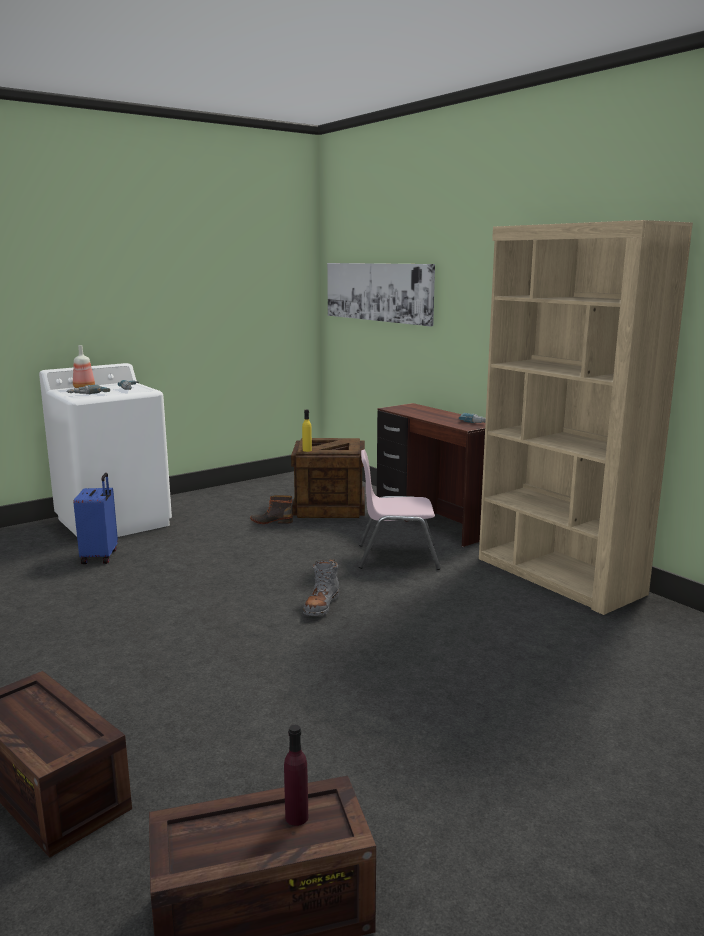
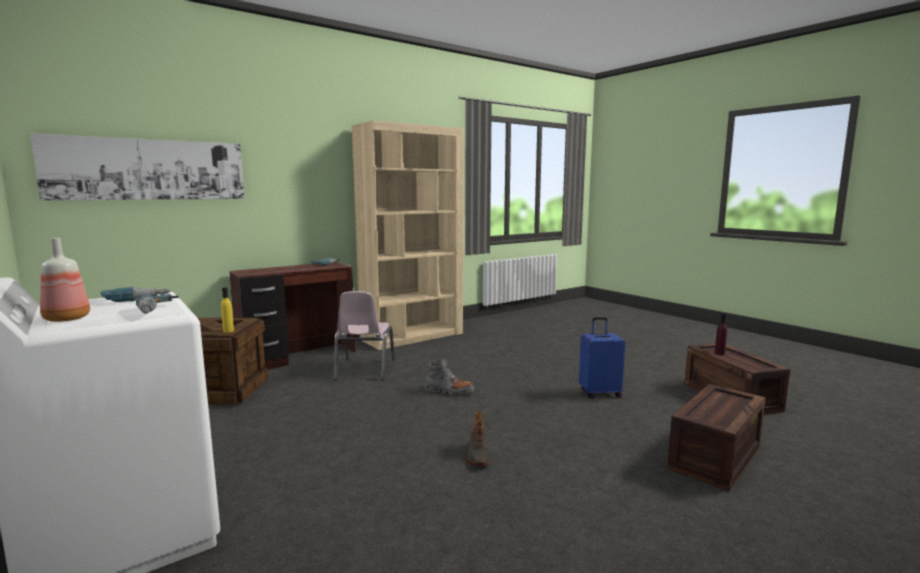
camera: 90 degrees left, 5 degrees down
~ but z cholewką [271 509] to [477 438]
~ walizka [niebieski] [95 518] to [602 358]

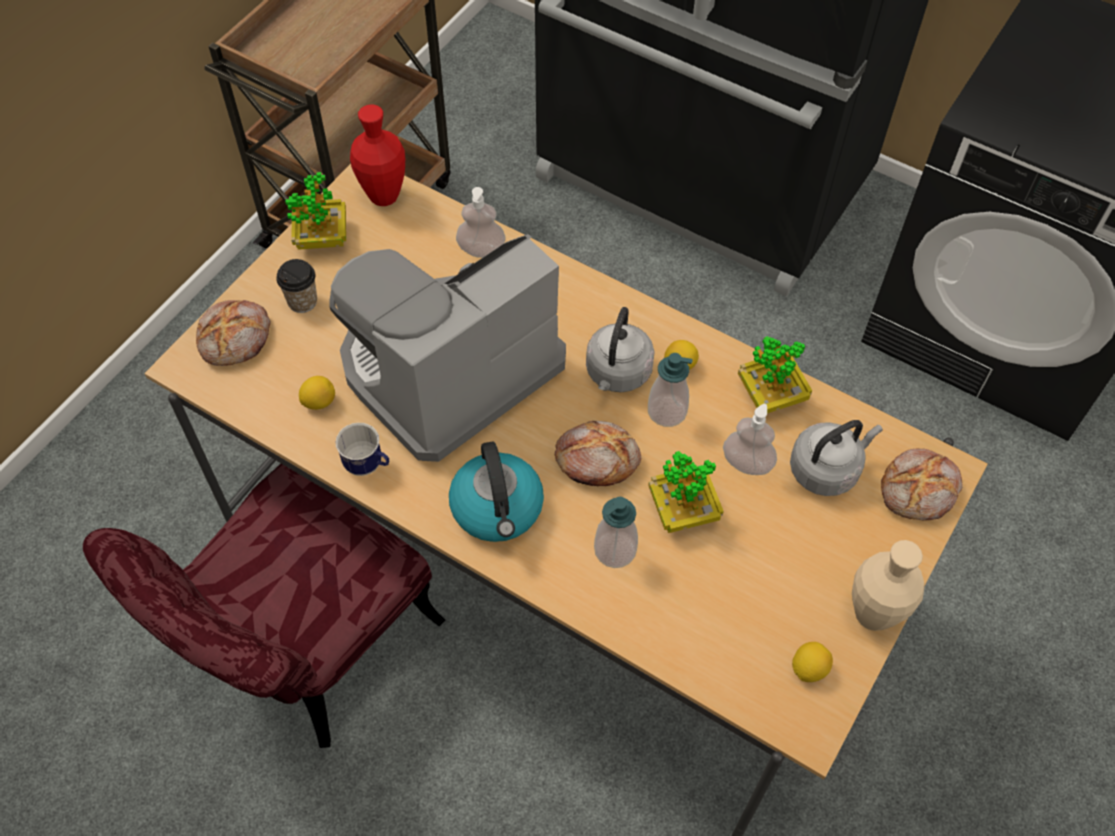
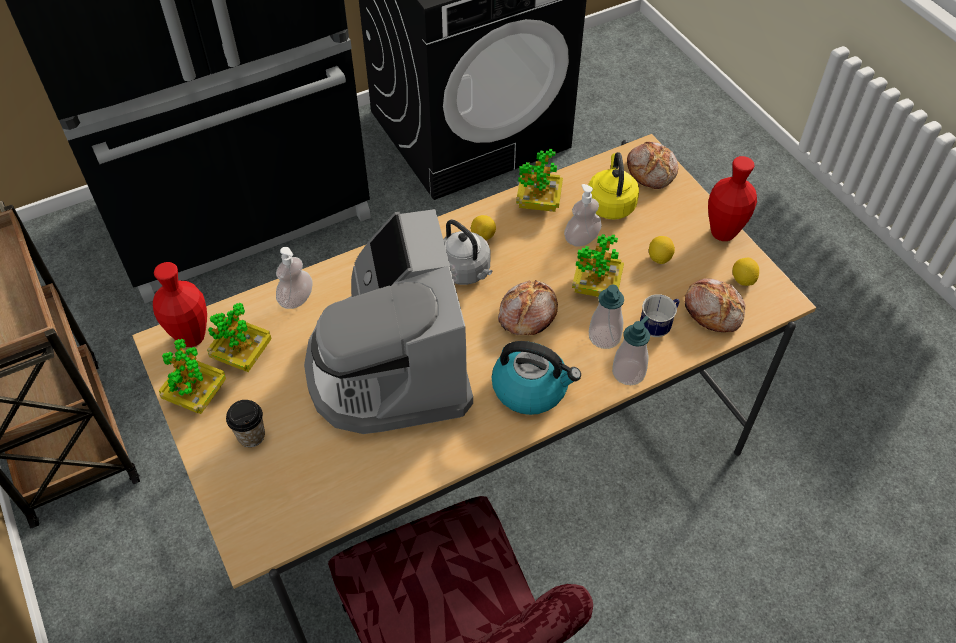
camera: 60 degrees left, 5 degrees down
+ roślina doniczkowa [239 337]
~ czajnik [szary] [836 458] to czajnik [żółty] [613 185]
~ dozownik mydła [670 390] to [631 350]
~ kubek [362 449] to [660 315]
~ cytryna [317 393] to [662 250]
~ chleb [233 333] to [714 305]
~ wazon [beżowy] [888 585] to wazon [czerwony] [732 198]

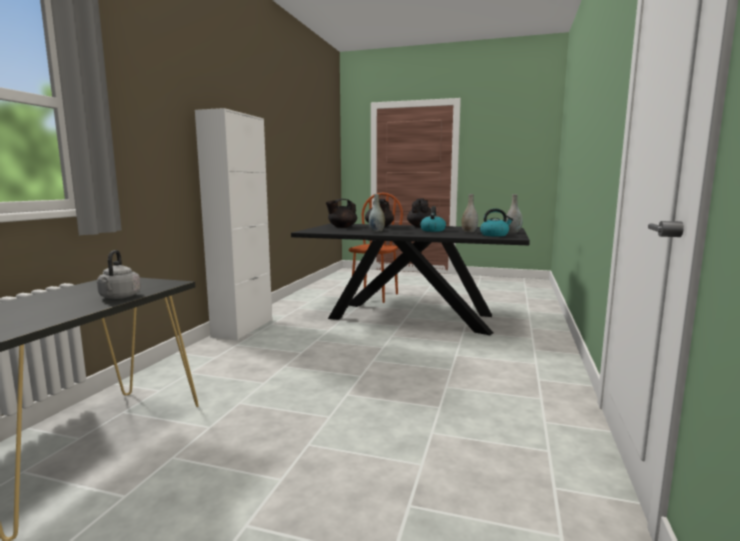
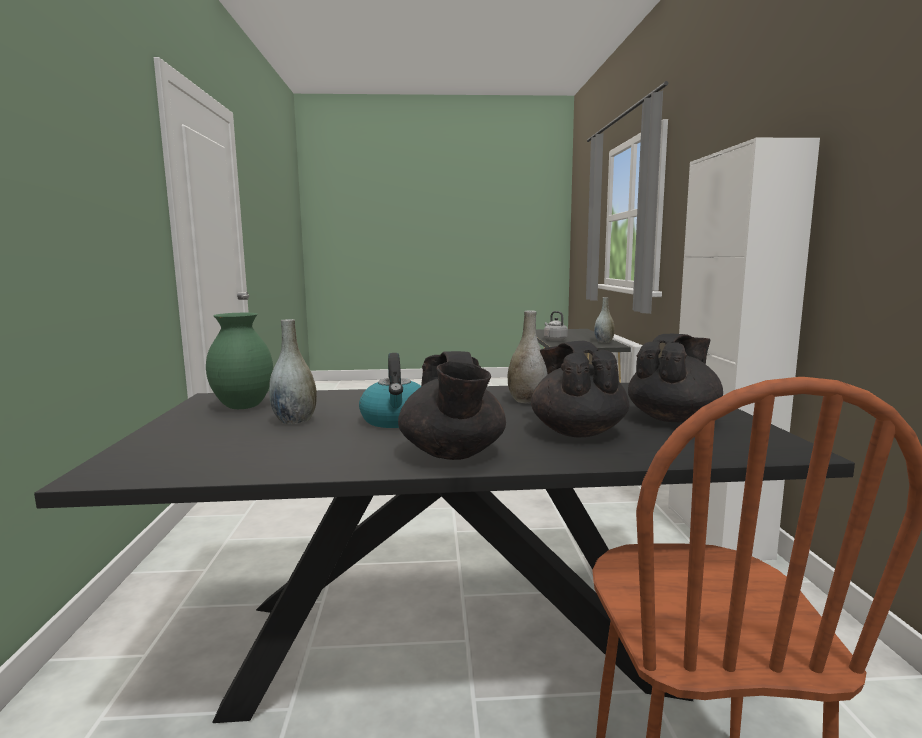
camera: 160 degrees right, 0 degrees up
~ czajnik [496 222] to wazon [zielony] [239 361]
~ wazon [szary] [514 213] to [604 320]

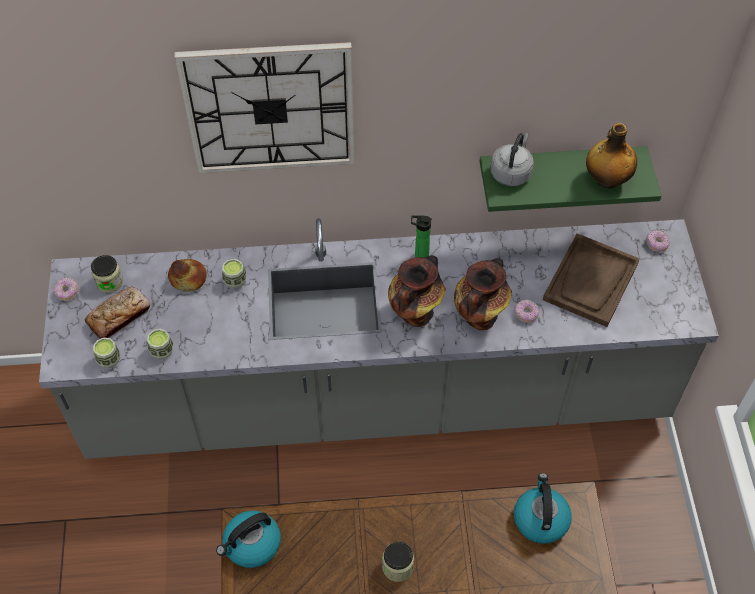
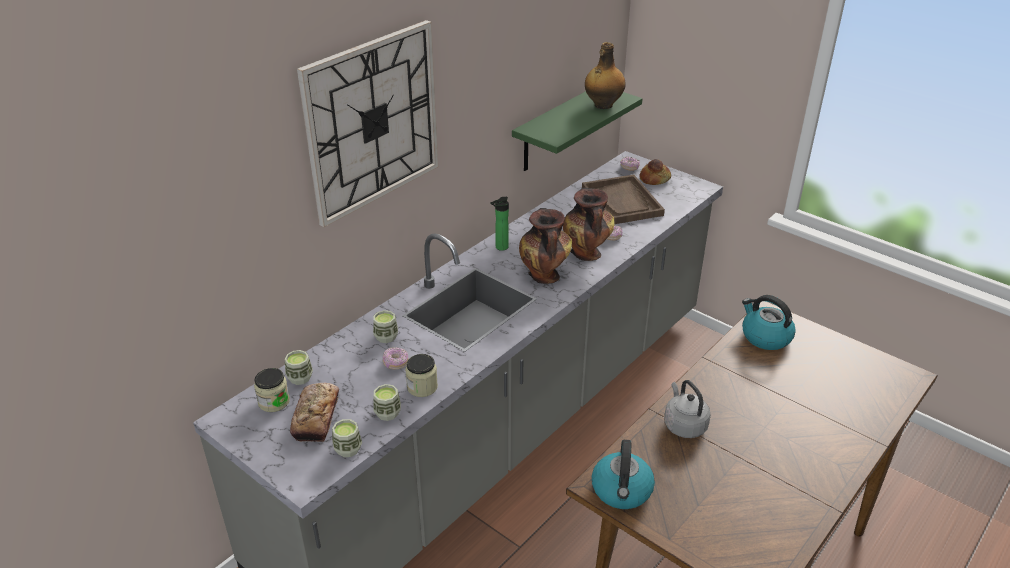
camera: 45 degrees left, 20 degrees down
+ filiżanka [299 367]
~ donut [66 289] to [396 358]
~ słoik [398 562] to [421 375]
~ chleb [187 275] to [655 172]
~ czajnik [szary] [512 159] to [687 409]

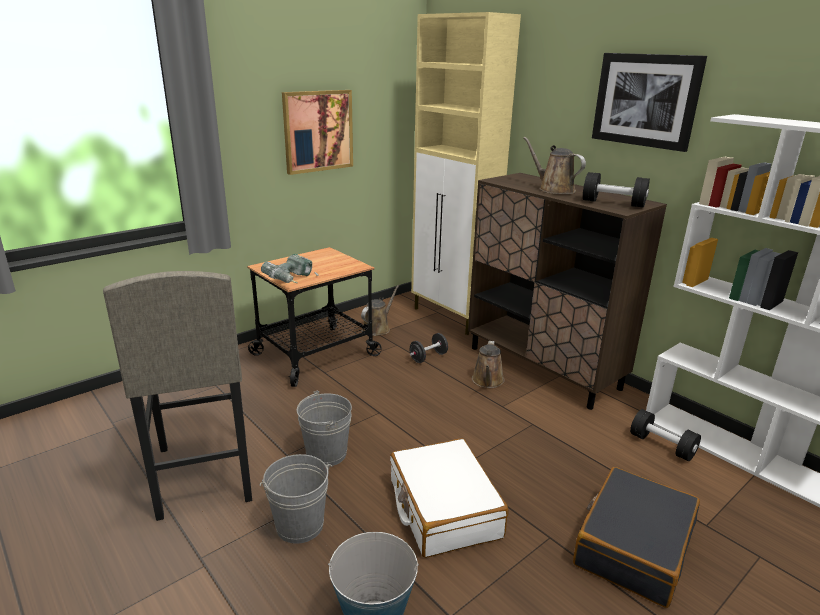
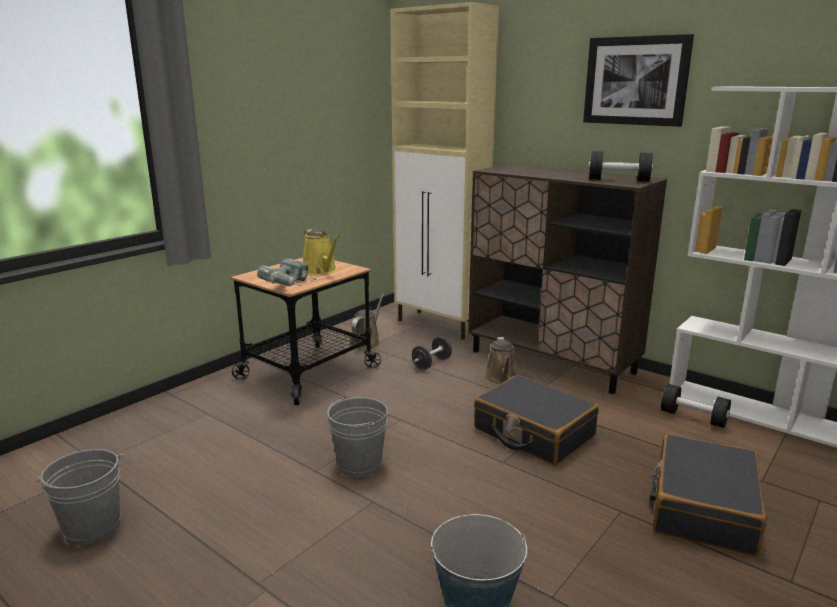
camera: 10 degrees left, 5 degrees down
~ wiadro [szary] [296 499] to [79 497]
+ konewka [żółty] [321 252]
+ walizka [czarny] [536 420]
- stołek [szary] [177 396]
- obraz [317 132]
- walizka [biały] [449 498]
- konewka [brązowy] [554 165]

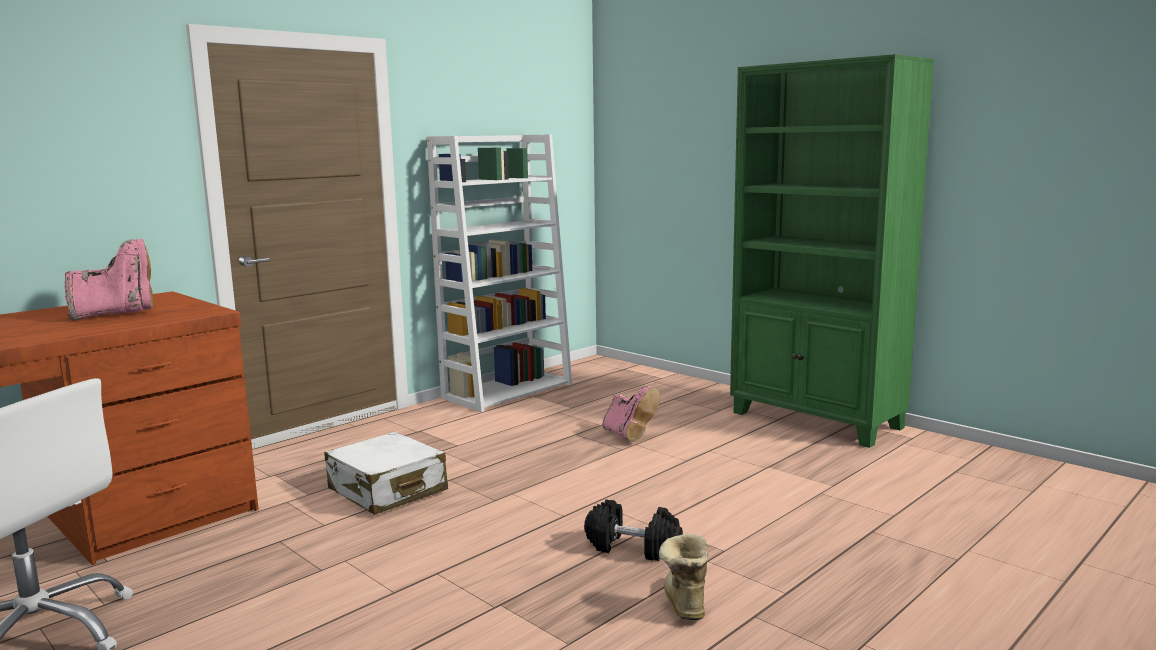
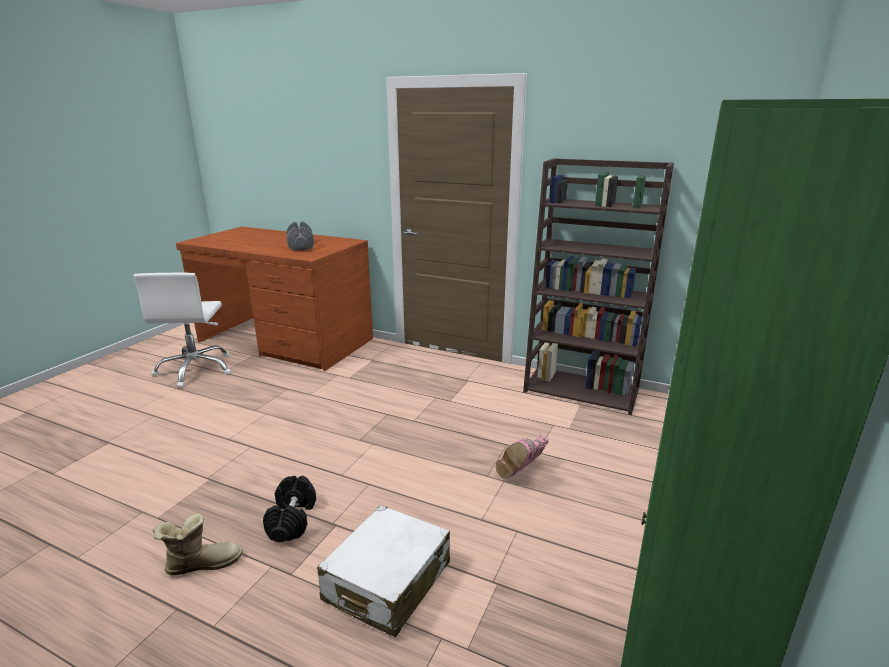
camera: 70 degrees right, 10 degrees up
~ but z cholewką [różowy] [108 280] to hantel [szary] [300 235]
~ walizka [biały] [386 473] to [383 571]
~ regał [biały] [499 273] to regał [brązowy] [598 286]

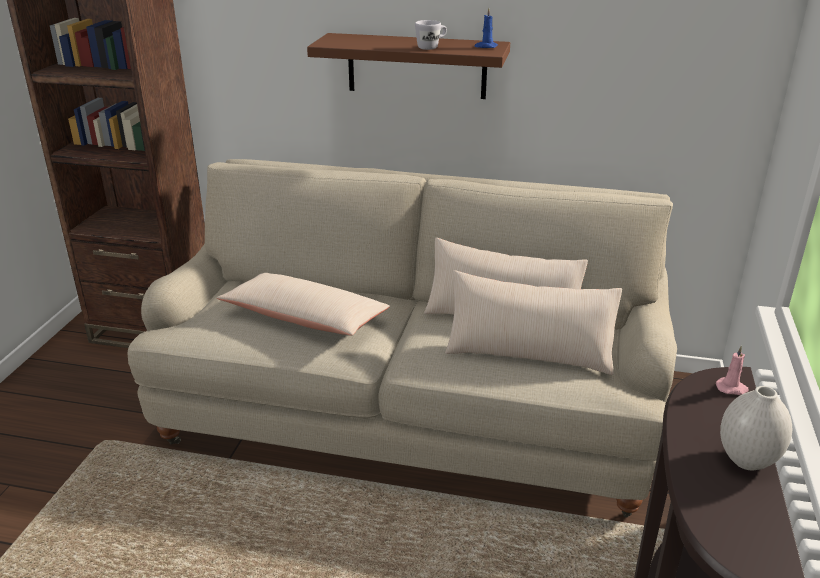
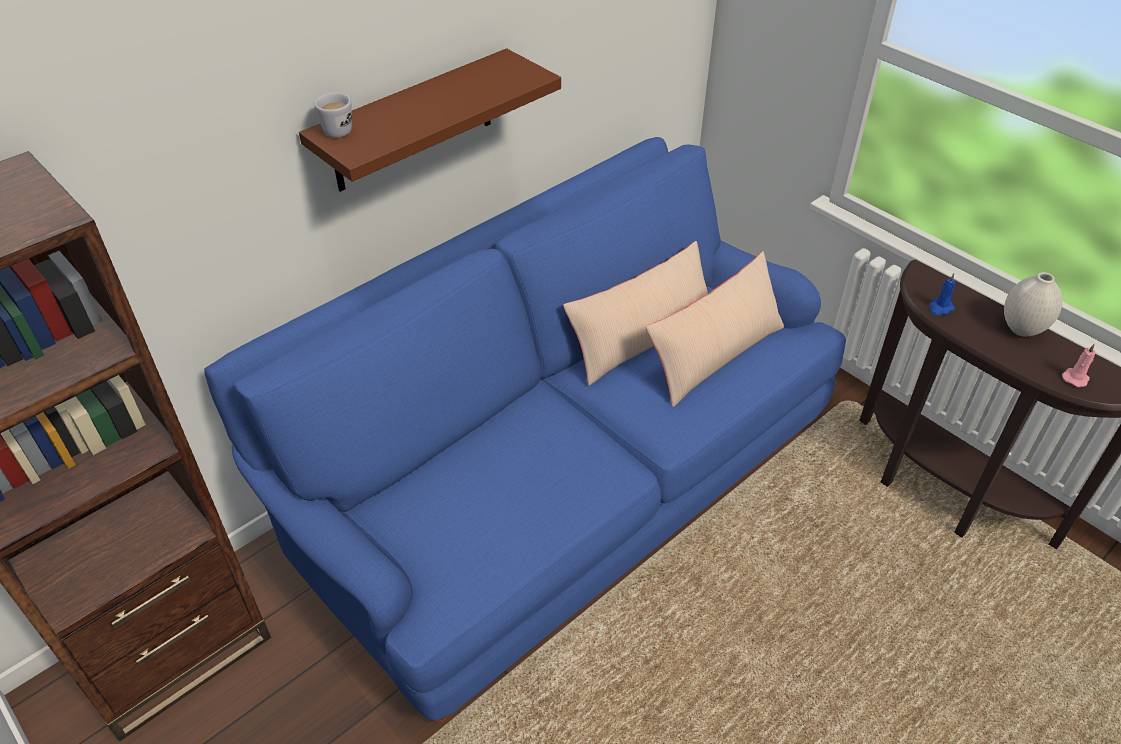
camera: 55 degrees left, 15 degrees up
~ kanapa [beżowy] [402 338] to kanapa [niebieski] [525 430]
~ kubek [biały] [431 35] to [333 115]
~ świeca [niebieski] [486 28] to [942 294]
~ świeca [różowy] [732 370] to [1079 365]
- poduszka [beżowy] [303 304]

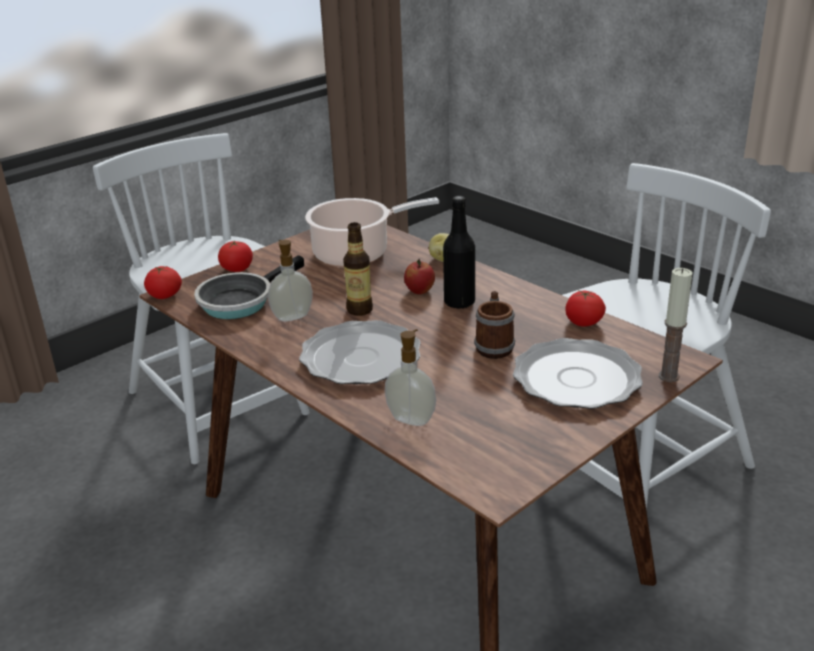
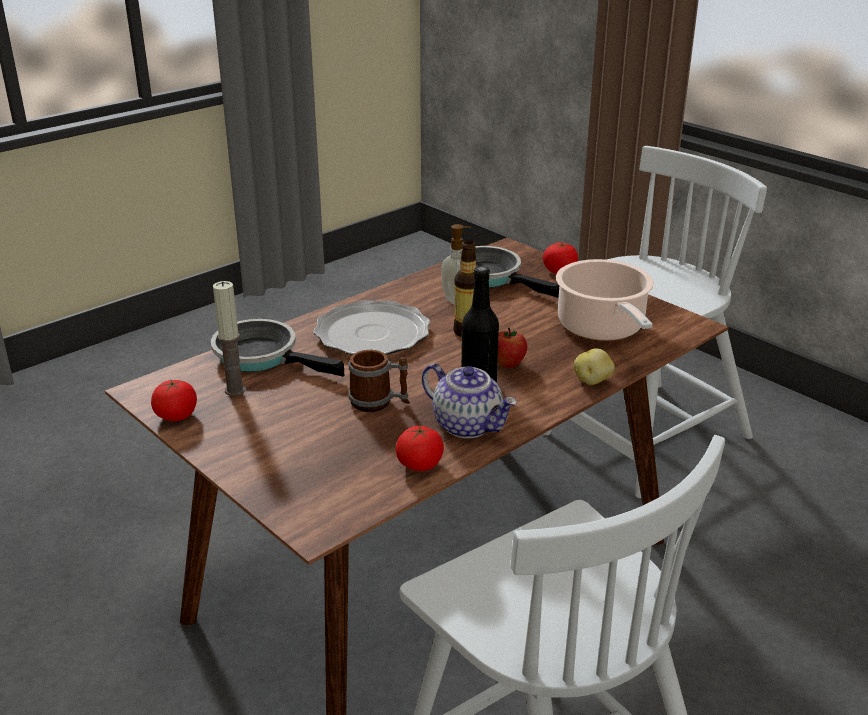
camera: 90 degrees right, 0 degrees up
~ pomidor [163 282] to [174 400]
~ dozownik mydła [410 377] to patelnia [277 348]
~ świeca [676 325] to [229 338]
+ imbryk [469 400]
- talerz [578 373]

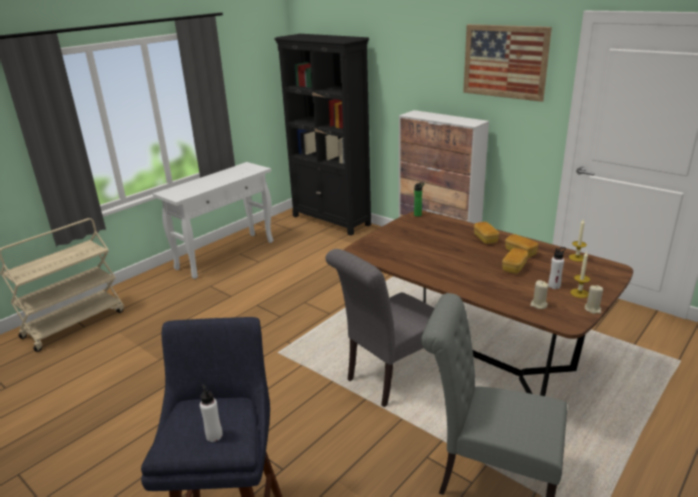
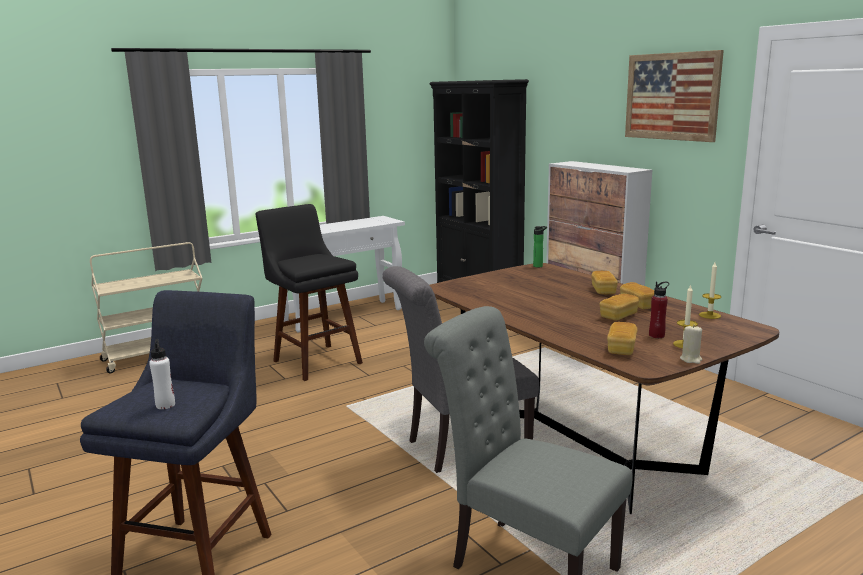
camera: 15 degrees right, 10 degrees down
+ stołek [czarny] [309 292]
~ świeca [beżowy] [539 294] to chleb [622 338]
~ butelka [biały] [557 268] to butelka [czerwony] [659 310]

